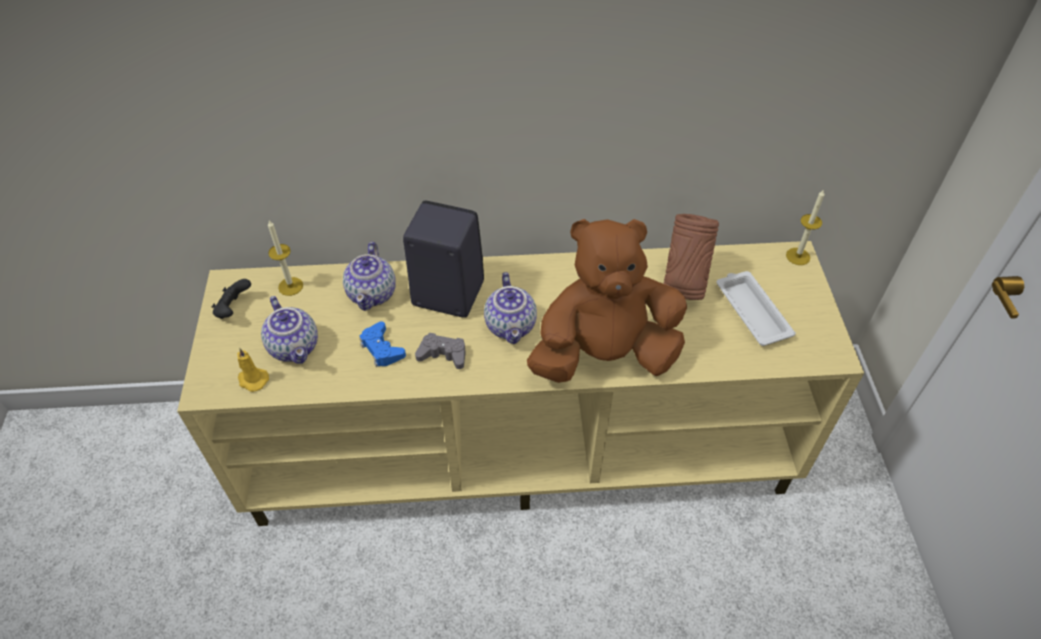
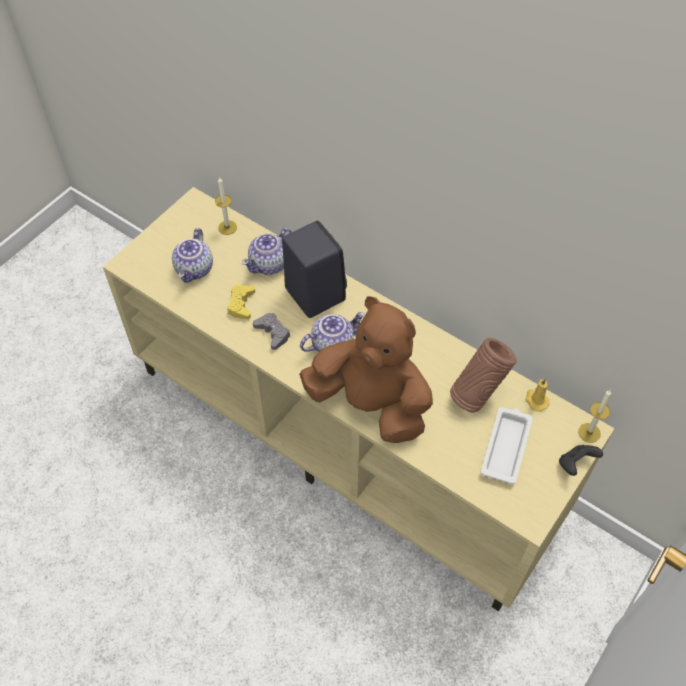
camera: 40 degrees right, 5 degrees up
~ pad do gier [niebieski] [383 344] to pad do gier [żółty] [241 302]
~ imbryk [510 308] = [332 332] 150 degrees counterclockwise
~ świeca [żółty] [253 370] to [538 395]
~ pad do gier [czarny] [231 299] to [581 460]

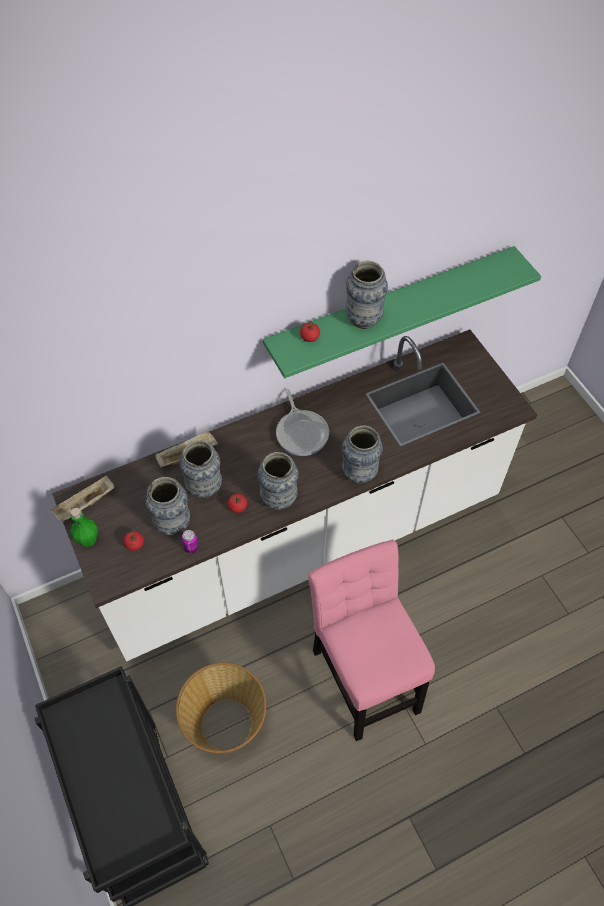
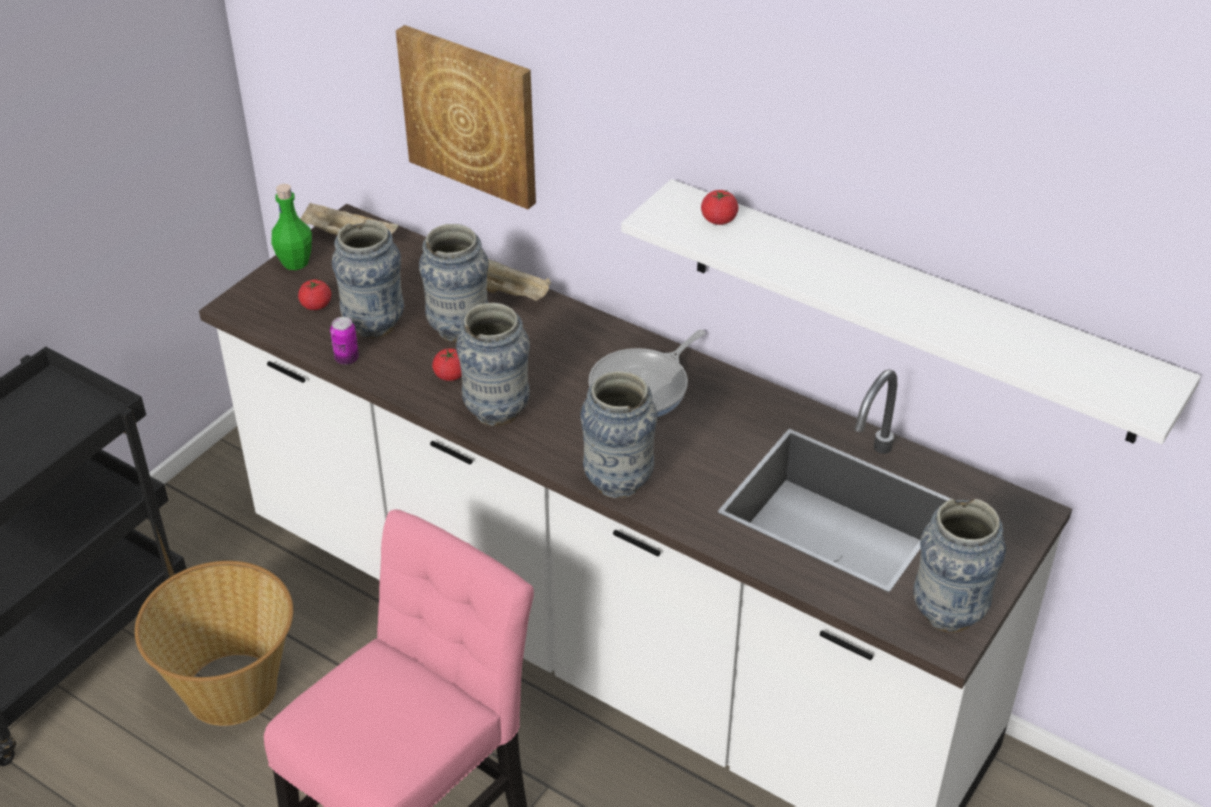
camera: 60 degrees right, 15 degrees down
+ obraz [466 117]
~ półka [zielony] [402 312] to półka [biały] [911 311]
~ wazon [367 295] to [959 566]

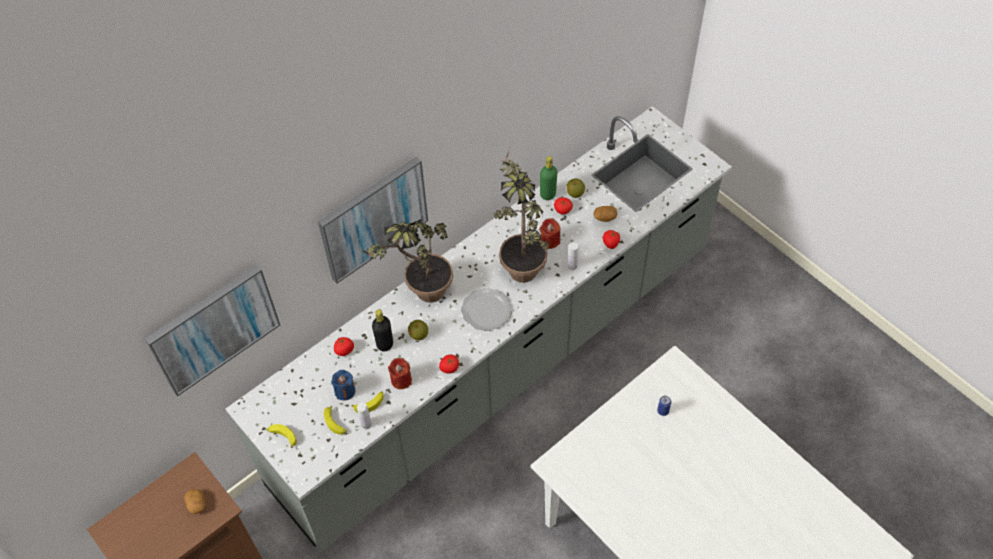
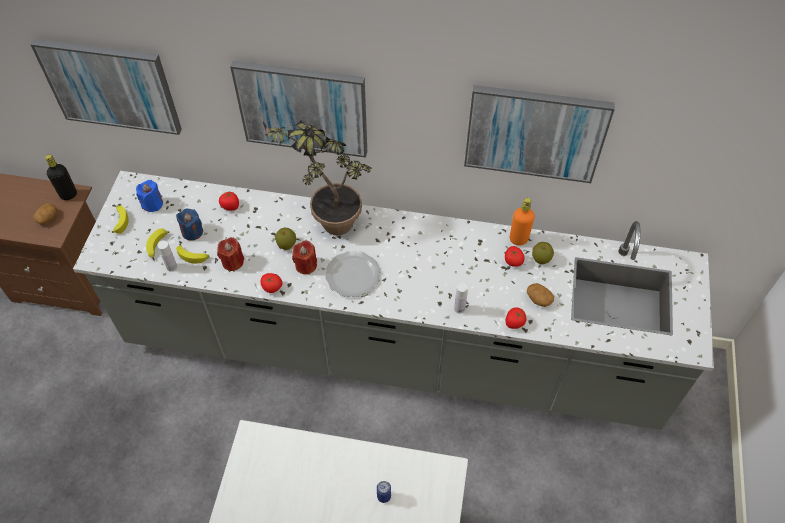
camera: 50 degrees right, 0 degrees up
~ butelka [czarny] [382 330] to [61 177]
+ świeca [niebieski] [149 196]
~ świeca [czerwony] [550 233] to [304 257]
+ obraz [539 134]
~ butelka [zielony] [548 178] to butelka [pomarańczowy] [522 222]
- roślina doniczkowa [521 215]

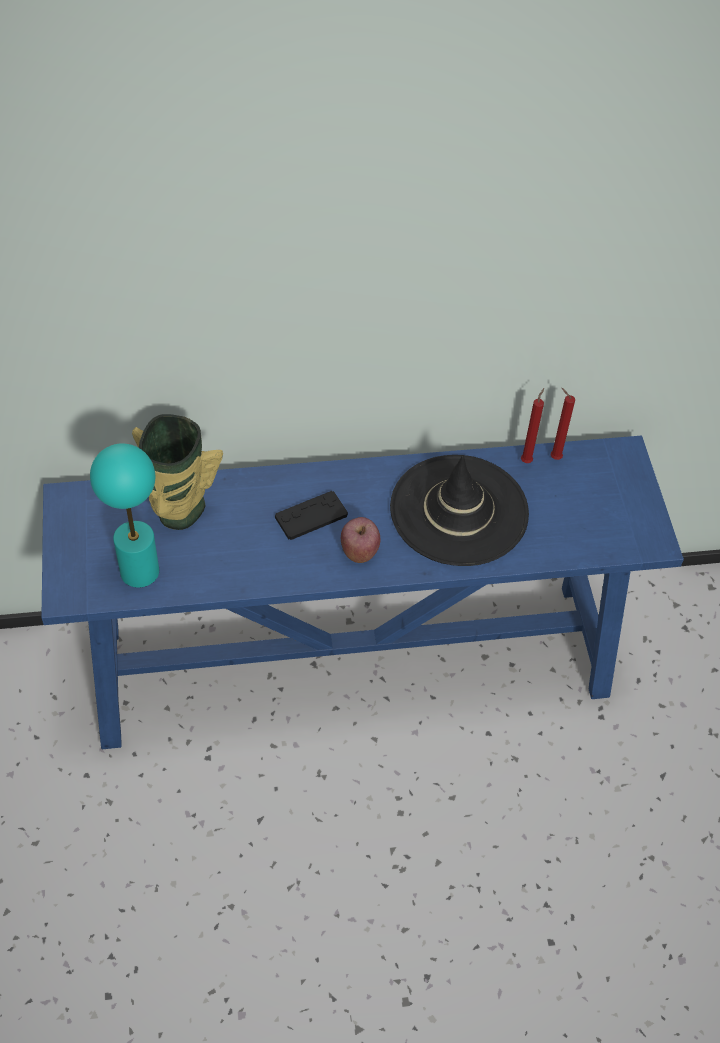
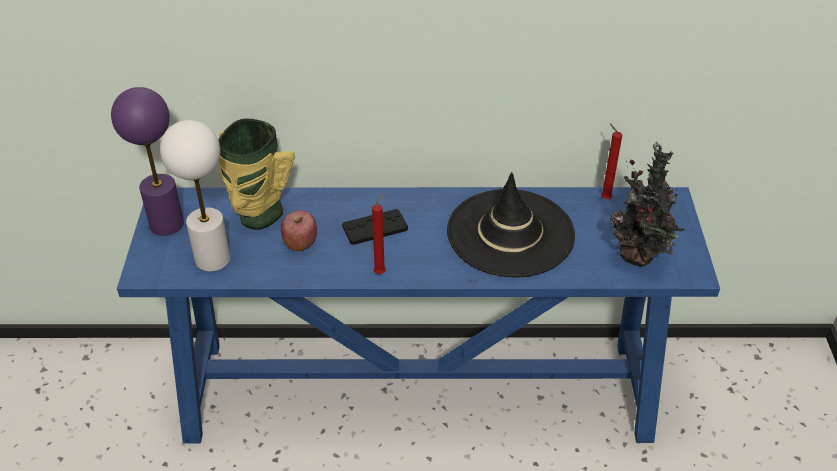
camera: 10 degrees right, 10 degrees down
+ lampa stołowa [fioletowy] [147 161]
~ lampa stołowa [turkusowy] [124 515] to lampa stołowa [biały] [195 196]
~ jabłko [360 540] to [298 230]
~ świeca [czerwony] [532 425] to [379 234]
+ roślina doniczkowa [647 204]

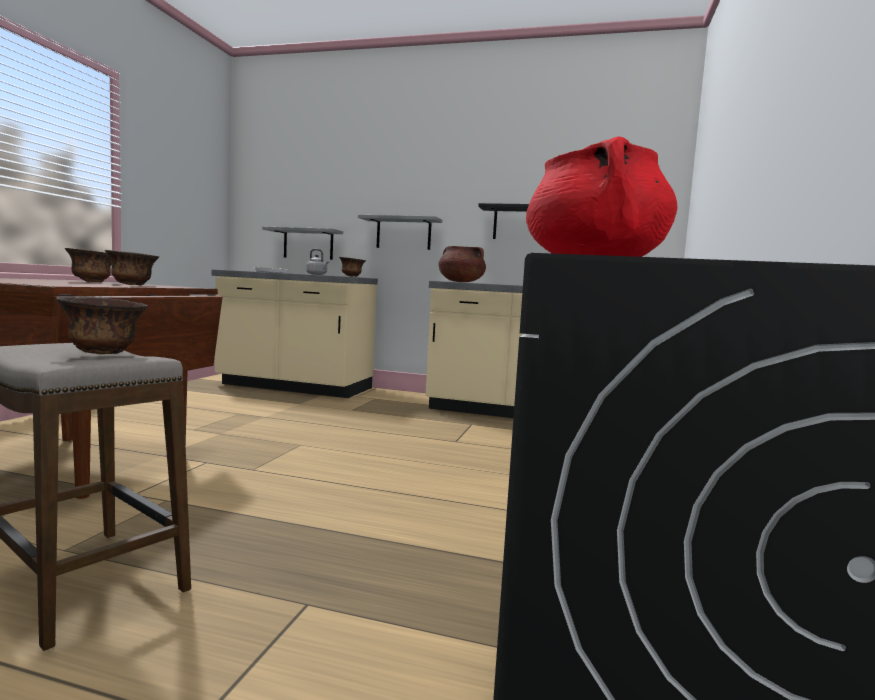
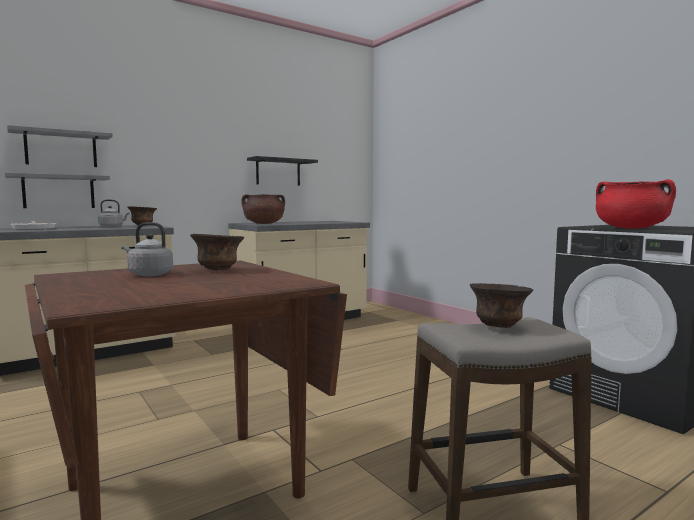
camera: 50 degrees left, 0 degrees up
~ półka [szary] [400 232] to [60 146]
~ miska [brązowy] [88 265] to czajnik [szary] [148 249]

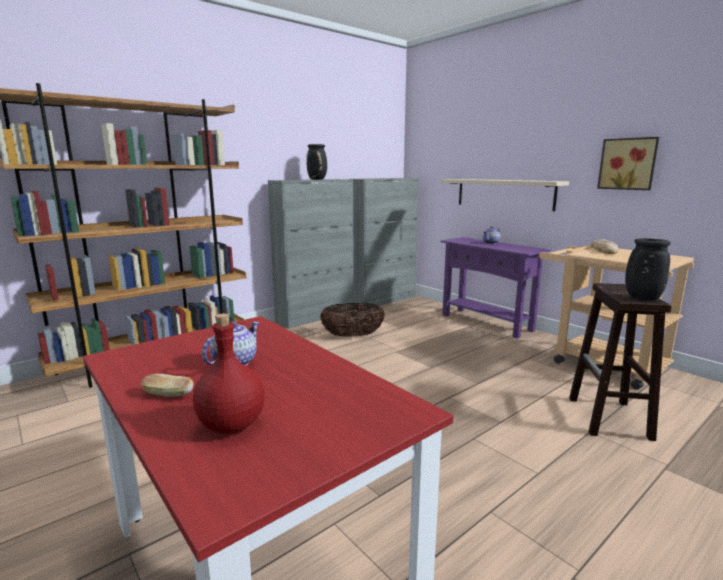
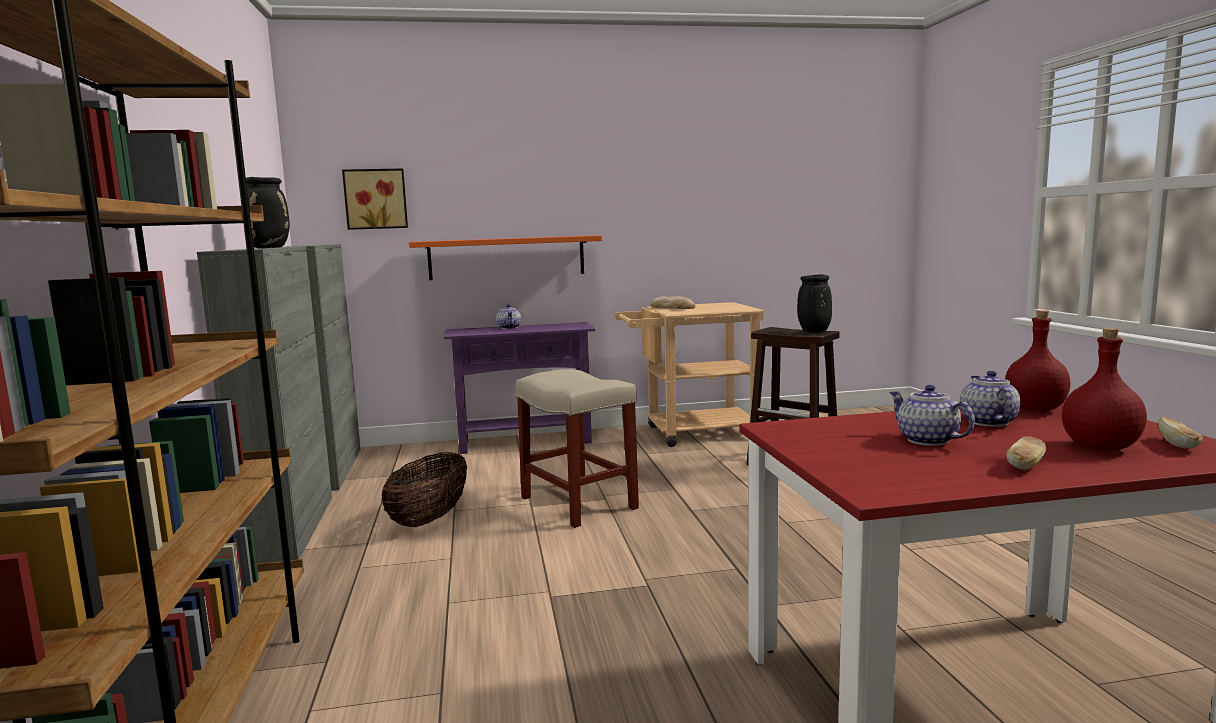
camera: 60 degrees left, 5 degrees down
~ obraz [628 163] to [375 199]
~ półka [beżowy] [504 195] to półka [pomarańczowy] [505 258]
+ stołek [beżowy] [577 448]
+ imbryk [990 399]
+ butelka [czerwony] [1038 361]
+ chleb [1180 433]

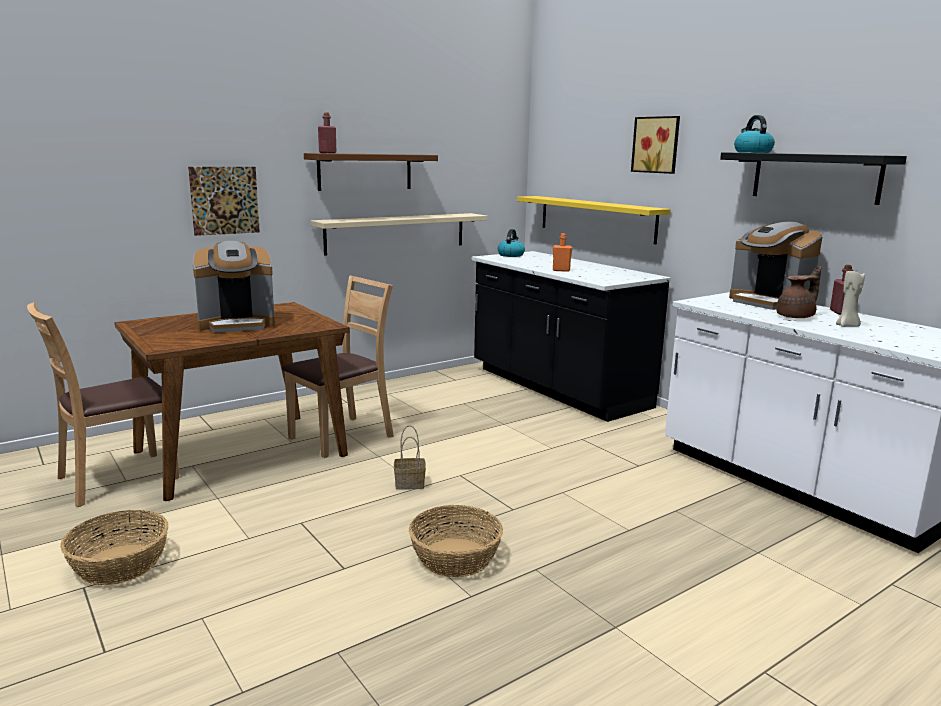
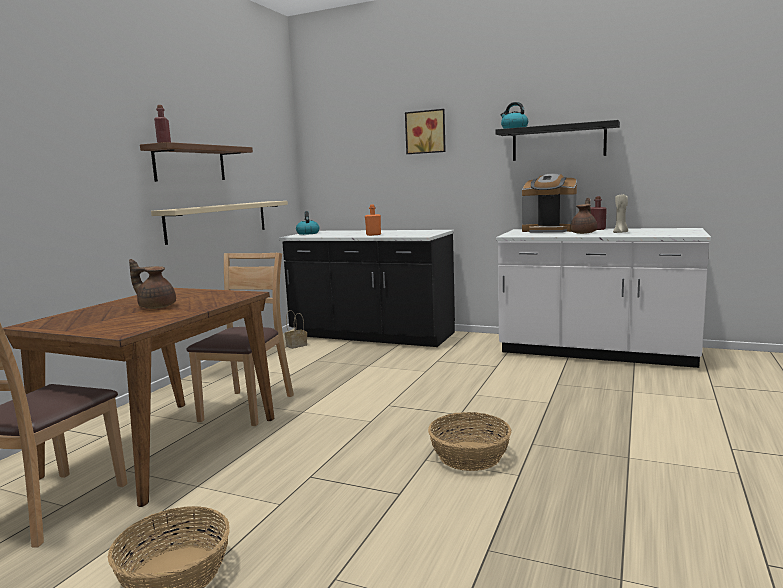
camera: 30 degrees left, 5 degrees down
~ ekspres do kawy [234 287] to imbryk [brązowy] [152 284]
~ koszyk [410 457] to [295 329]
- obraz [224 201]
- półka [żółty] [594 220]

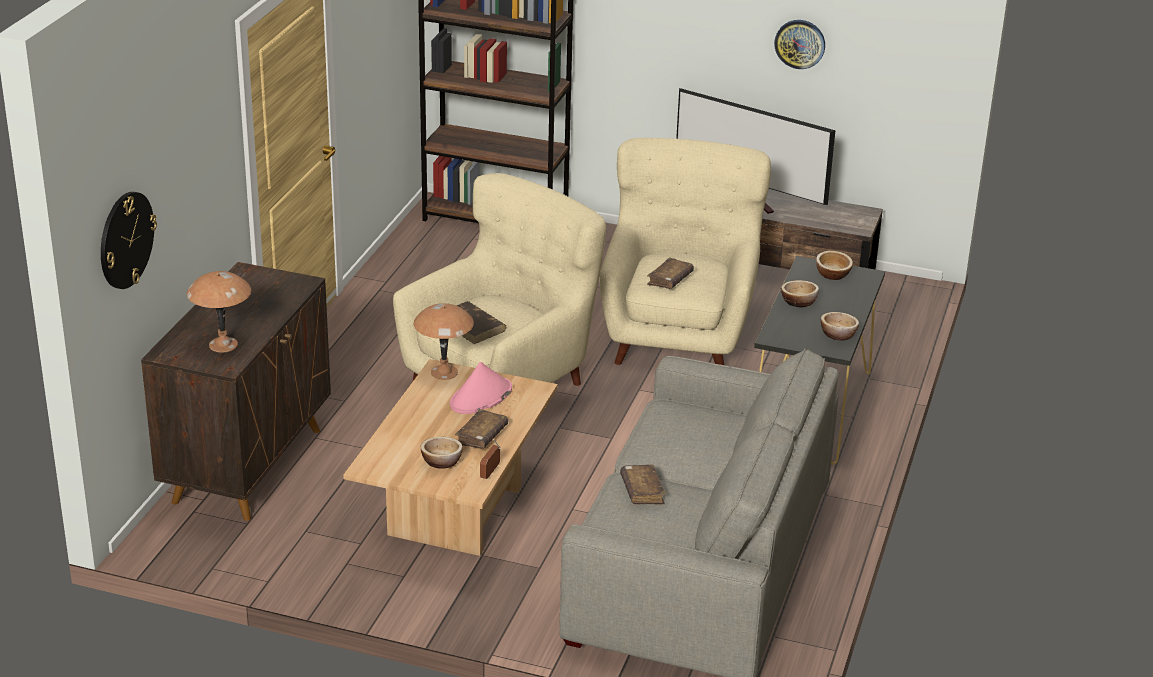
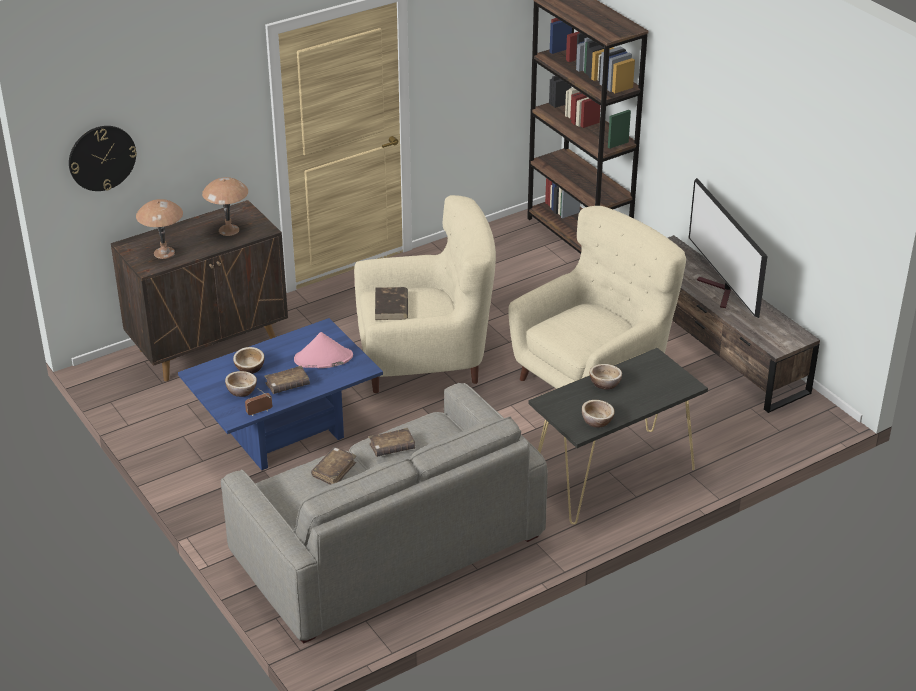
camera: 40 degrees right, 5 degrees up
~ ława [beżowy] [450 457] to ława [niebieski] [280 394]
~ lampa stołowa [brązowy] [443 341] to [225 206]
~ miska [834 265] to [248 360]
~ książka [brązowy] [670 273] to [392 442]
- zegar ścienny [799 44]

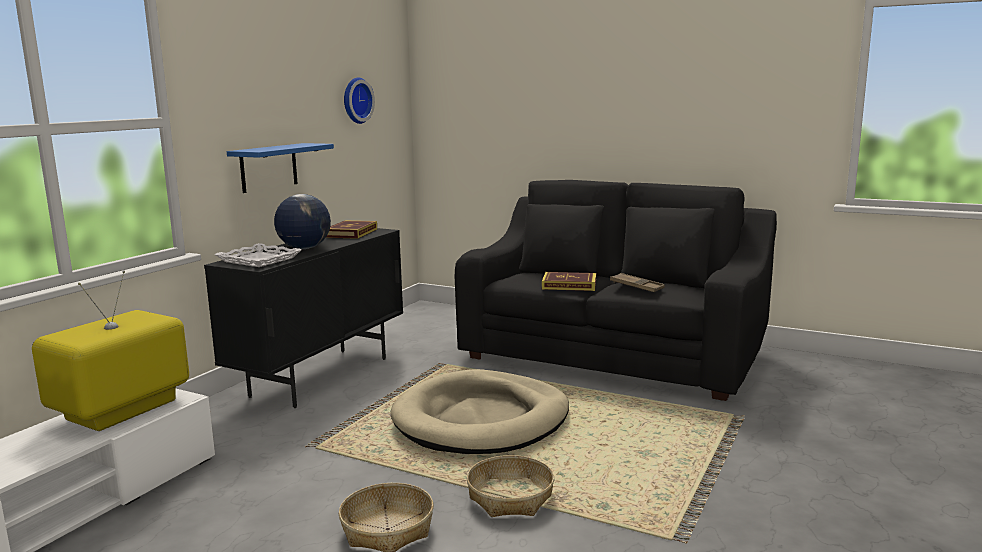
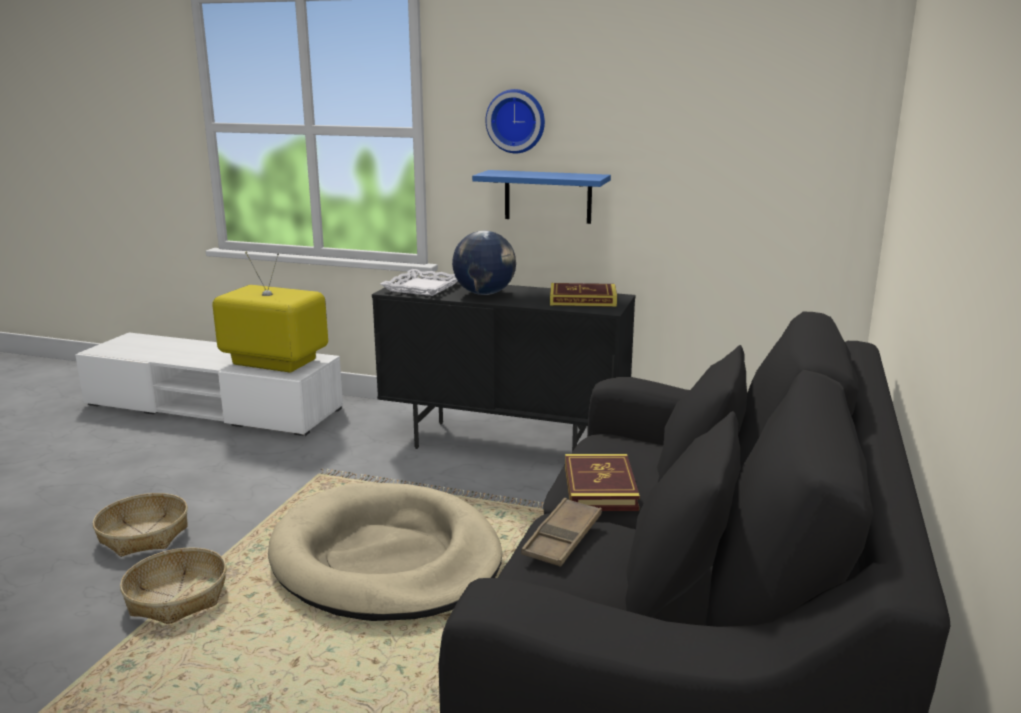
camera: 80 degrees right, 5 degrees up
~ zegar ścienny [359 100] to [515 121]

